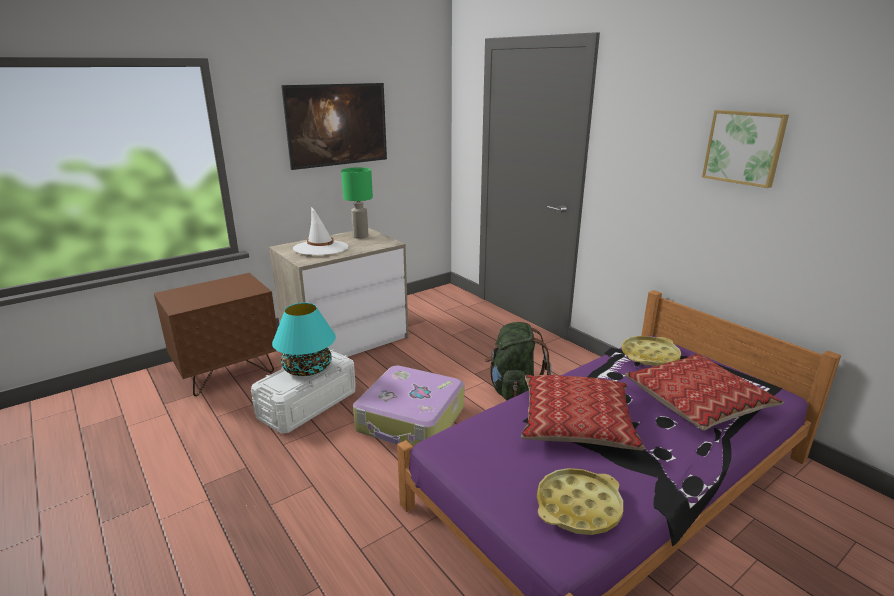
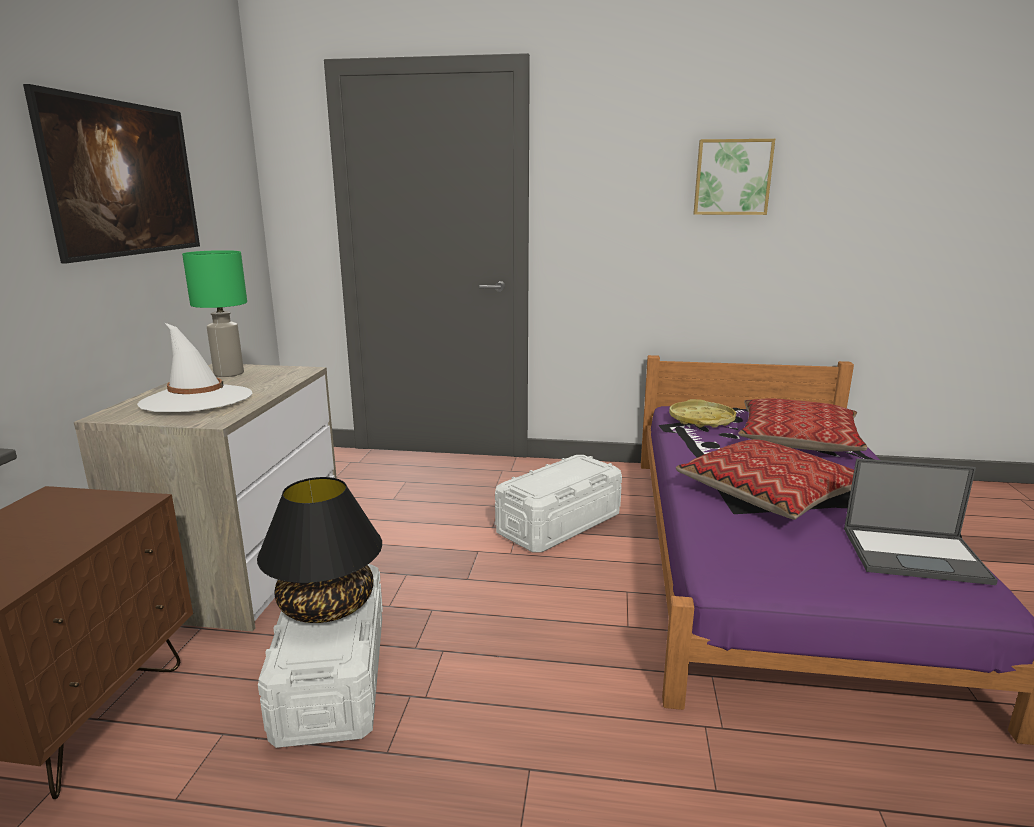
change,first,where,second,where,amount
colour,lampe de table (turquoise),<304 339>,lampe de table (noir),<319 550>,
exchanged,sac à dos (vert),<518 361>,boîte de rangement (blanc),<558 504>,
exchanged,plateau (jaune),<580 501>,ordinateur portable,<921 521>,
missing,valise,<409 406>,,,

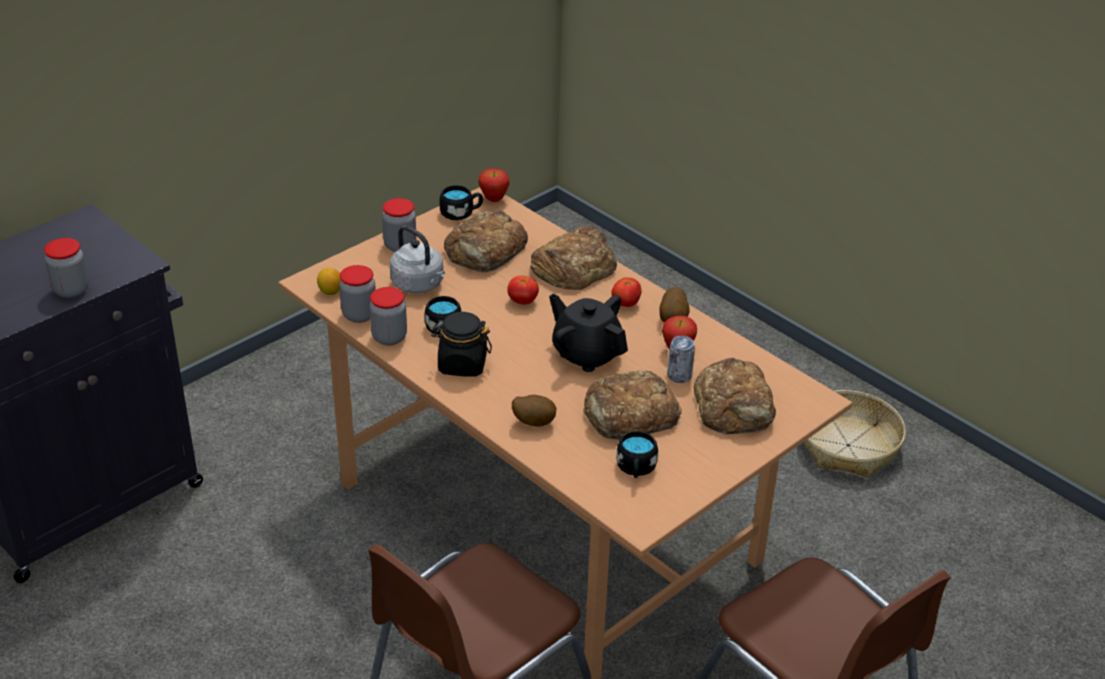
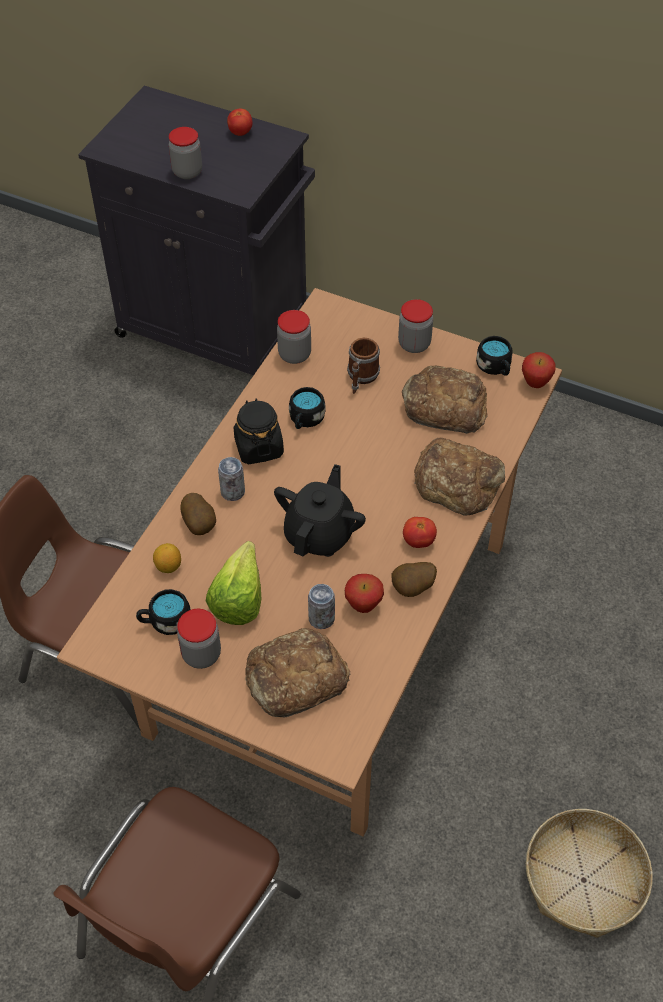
change,first,where,second,where,amount
relocated,citron,<329 281>,,<167 558>,
relocated,bocal,<388 316>,,<199 639>,
exchanged,pain,<632 405>,laitue,<233 583>,
appeared,,,boîte métallique,<231 479>,
relocated,tomate,<523 290>,,<239 122>,
exchanged,bouilloire (gris),<417 259>,mug,<363 366>,

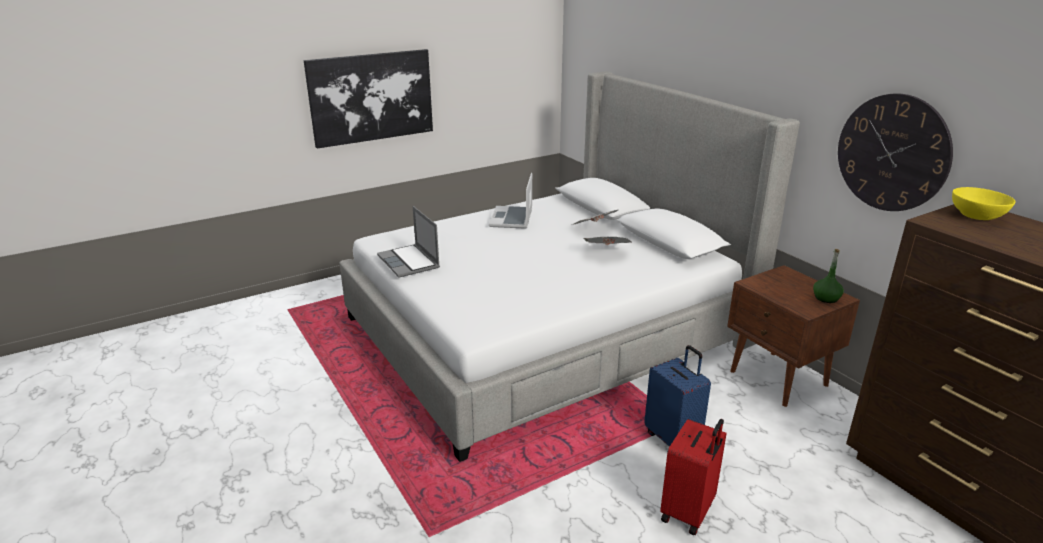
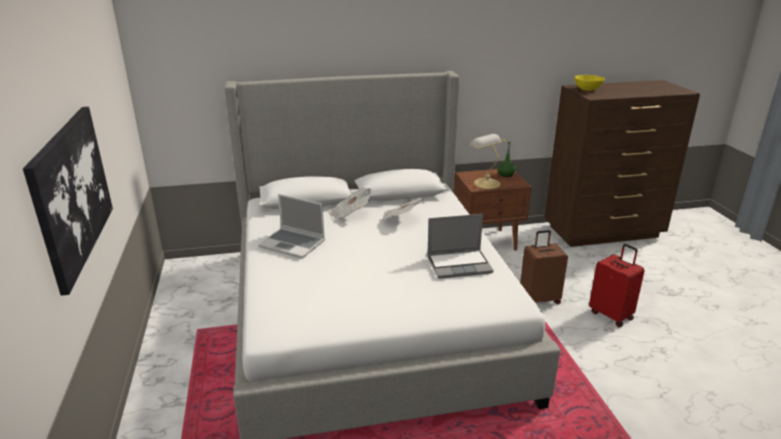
change,first,where,second,where,amount
relocated,ordinateur portable,<408 242>,,<460 246>,
appeared,,,lampe de table,<487 161>,
colour,valise (bleu),<677 396>,valise (marron),<544 267>,
missing,horloge murale,<895 152>,,,

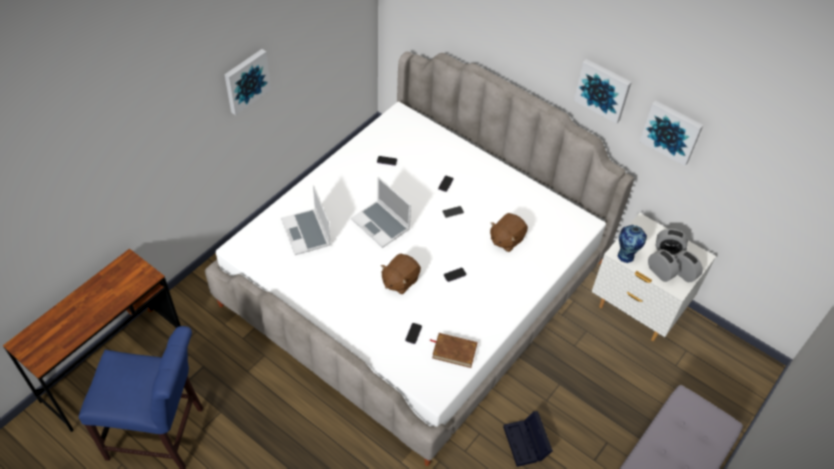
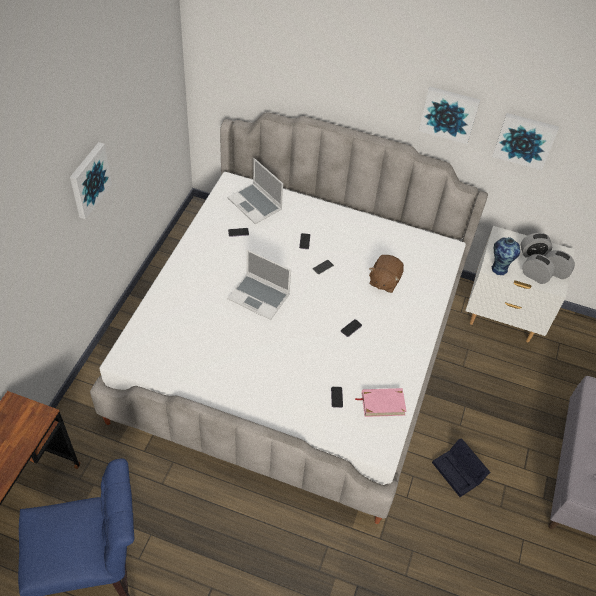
change,first,where,second,where,amount
relocated,ordinateur portable,<306 220>,,<255 191>,
colour,livre (marron),<454 350>,livre (rose),<381 402>,
missing,peluche (marron),<401 274>,,,

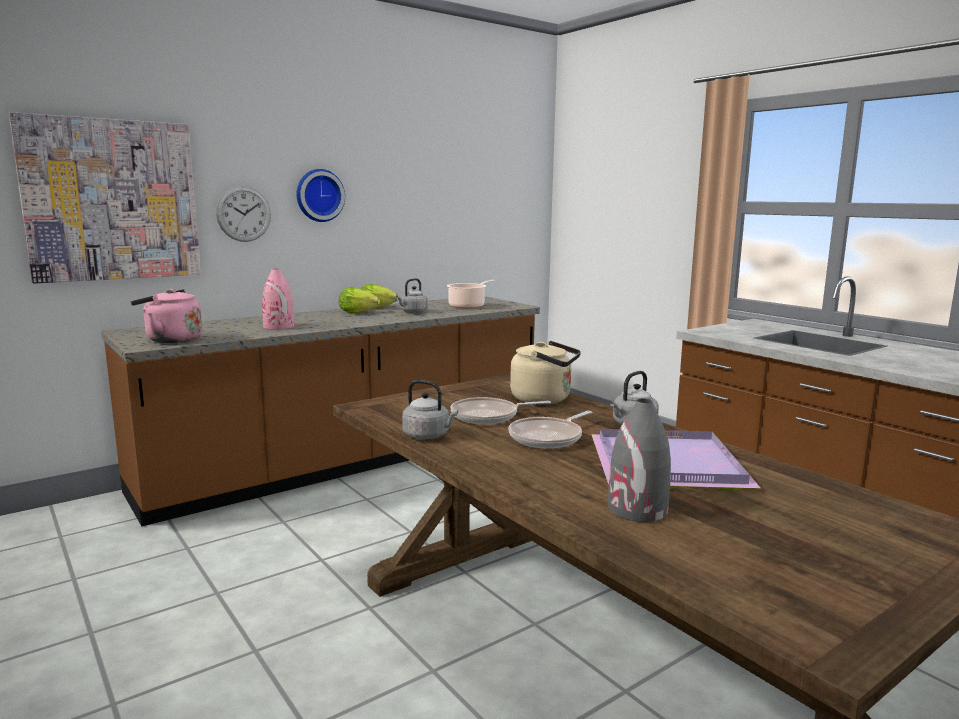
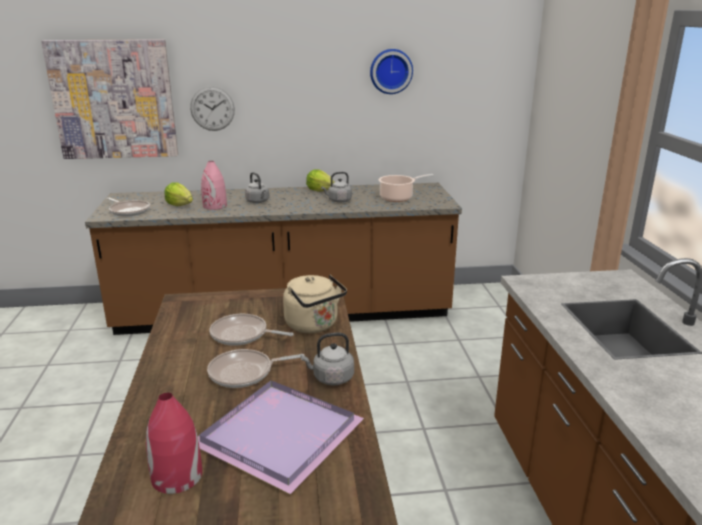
change,first,where,second,where,amount
exchanged,bouilloire (rose),<166 316>,poêle,<128 207>,
colour,vase (gris),<639 460>,vase (rouge),<174 443>,
relocated,laitue,<359 300>,,<178 194>,
relocated,bouilloire (gris),<430 409>,,<257 187>,
relocated,horloge murale,<321 195>,,<391 71>,

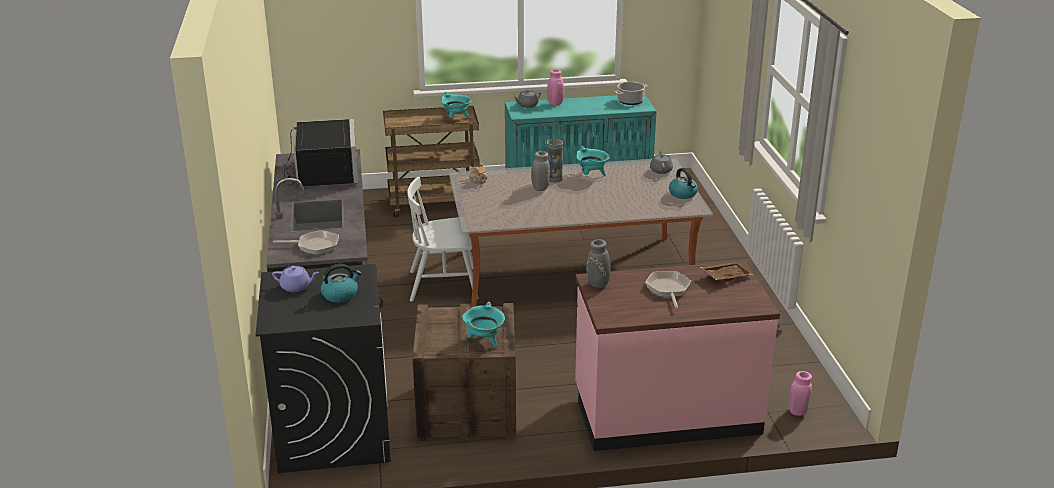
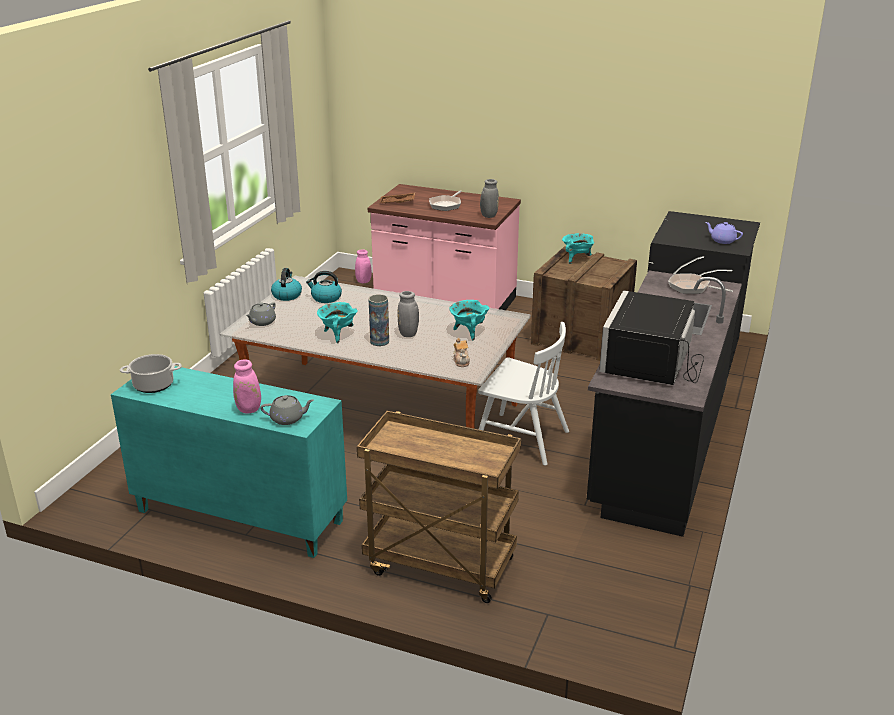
change,first,where,second,where,amount
relocated,bouilloire,<341 283>,,<324 287>,
relocated,marmite (turquoise),<456 105>,,<469 320>,

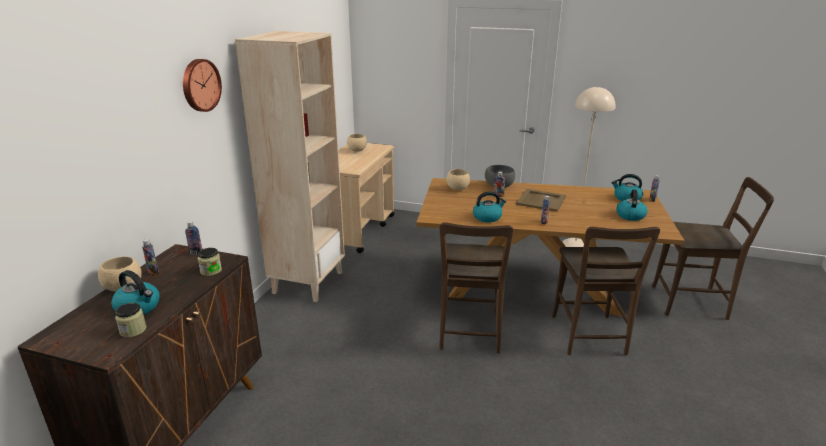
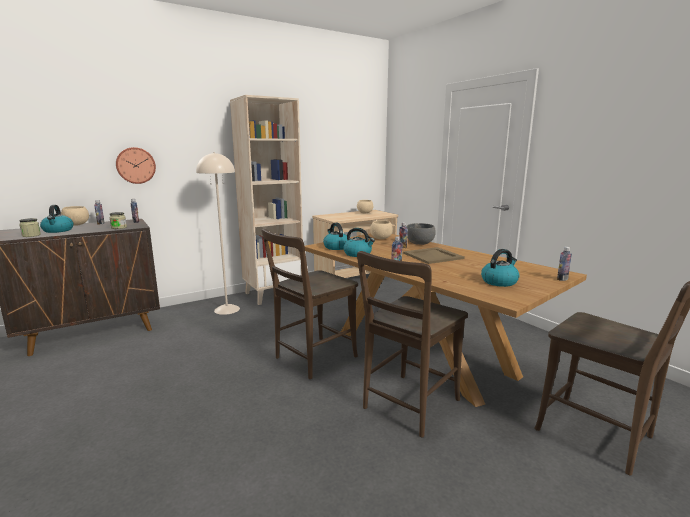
change,first,where,second,where,amount
relocated,horloge murale,<202 85>,,<136 165>,
relocated,lampadaire (beige),<589 166>,,<218 233>,
relocated,bouilloire,<627 187>,,<335 236>,

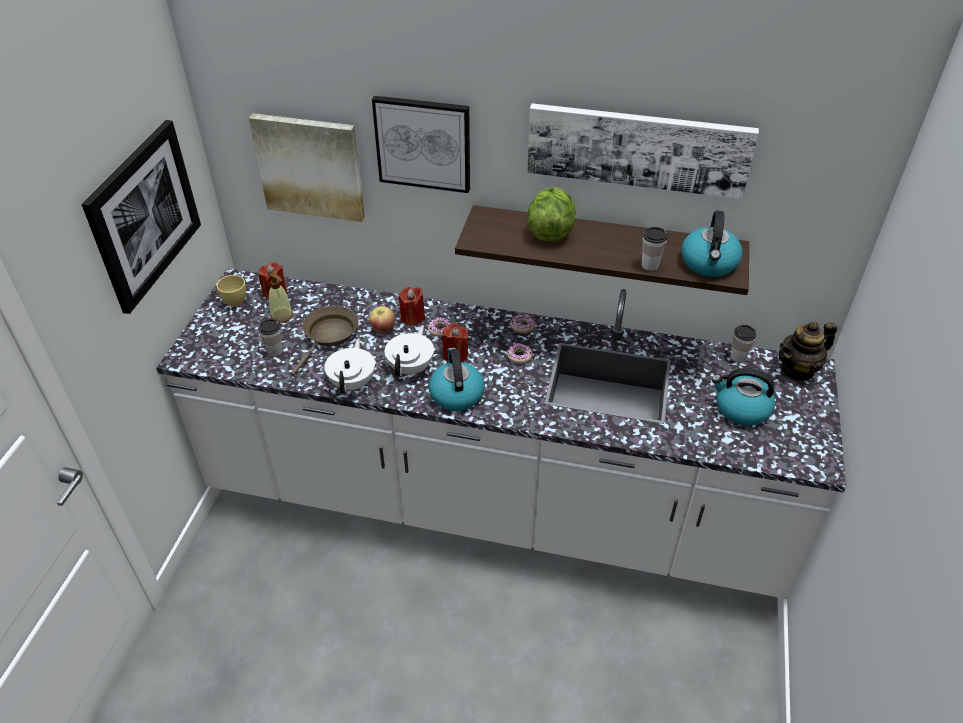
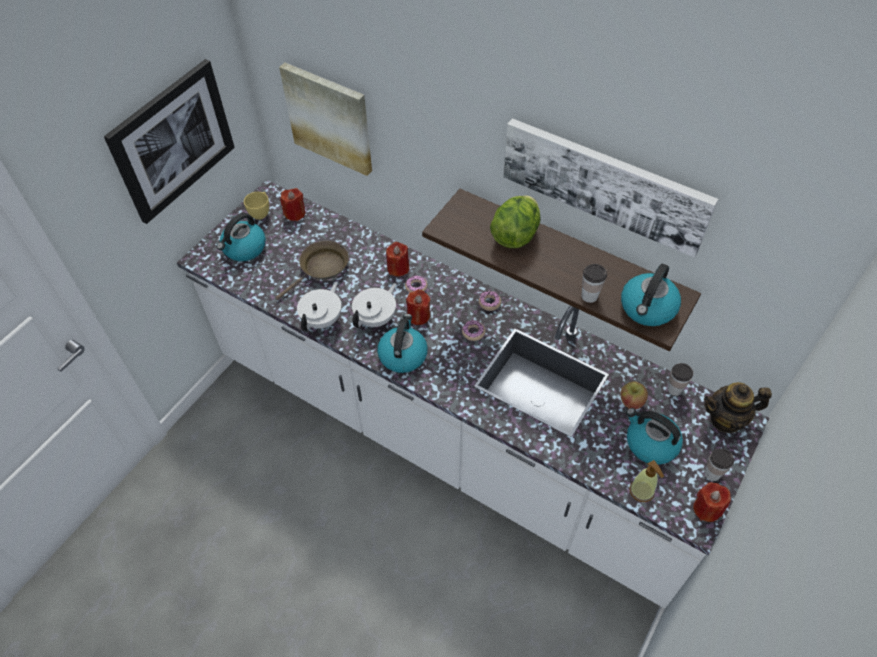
change,first,where,second,where,amount
appeared,,,bouilloire,<241 237>,
relocated,pomme,<382 320>,,<634 395>,
relocated,distributeur de savon,<280 297>,,<646 481>,
appeared,,,bougie (rouge),<712 502>,
relocated,tasse,<270 338>,,<719 464>,
missing,tableau,<421 144>,,,

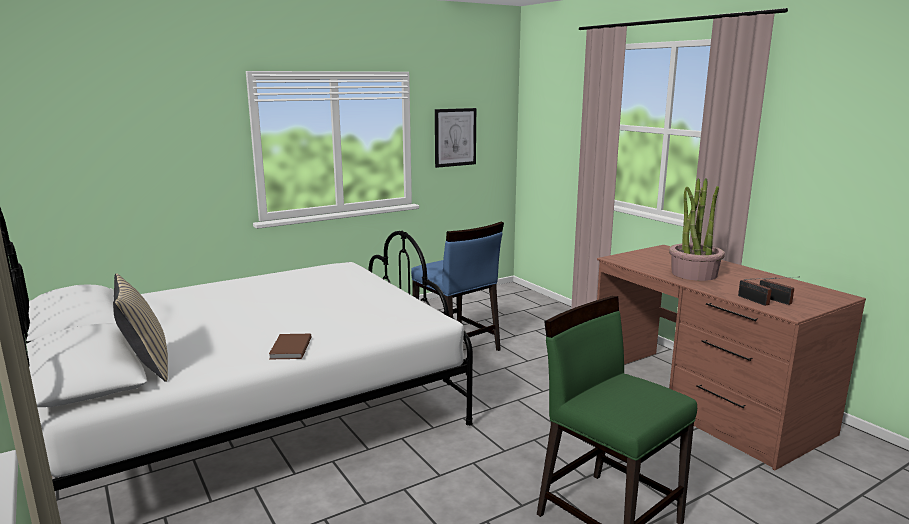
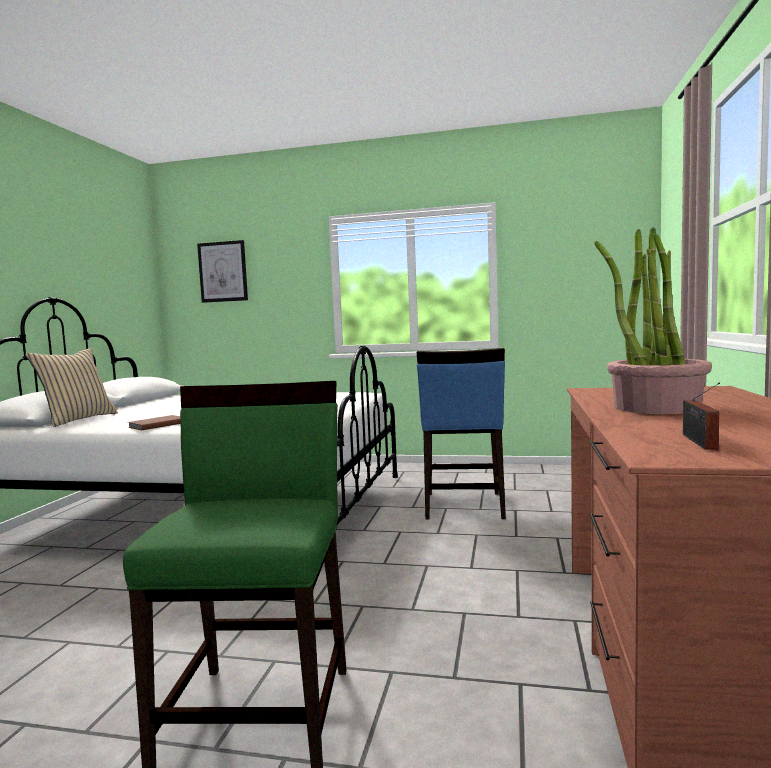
change,first,where,second,where,amount
relocated,tableau,<455 138>,,<222 271>,
missing,radio,<755 292>,,,

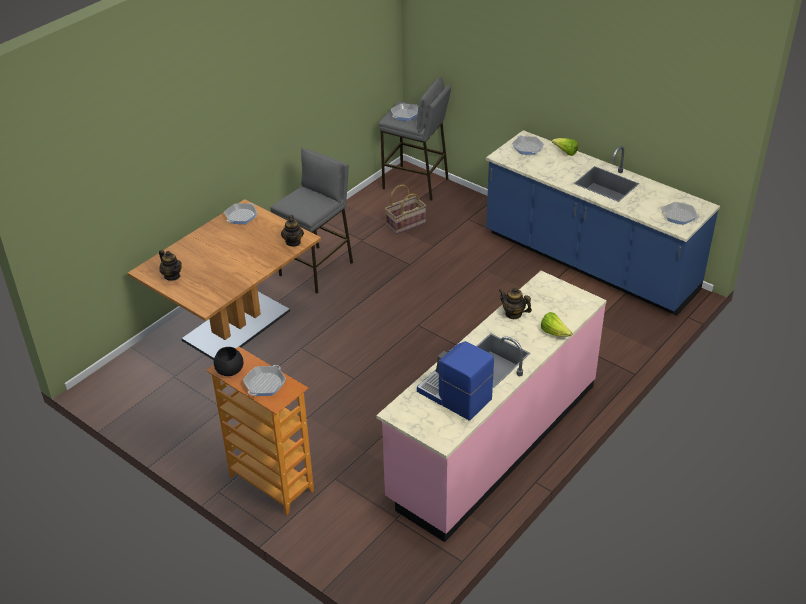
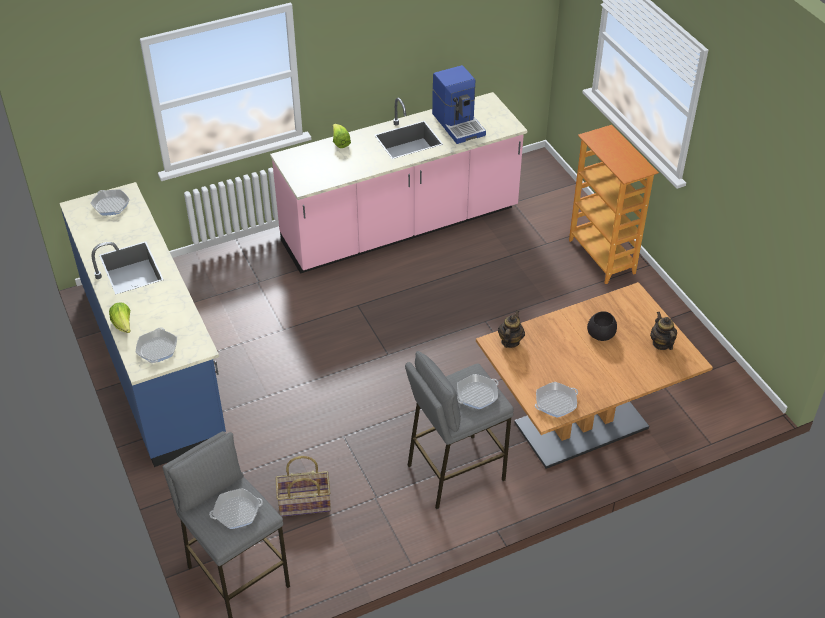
change,first,where,second,where,amount
relocated,poêle,<264 380>,,<478 391>,
relocated,bol (noir),<228 361>,,<602 326>,
missing,théière,<515 303>,,,

